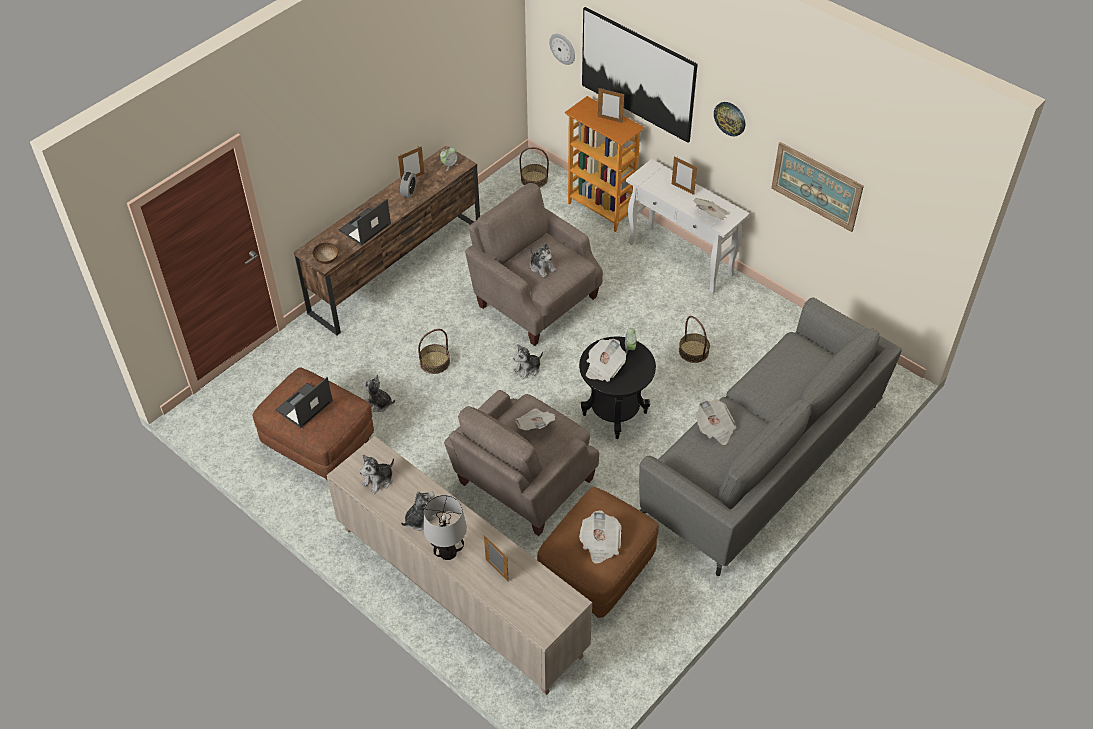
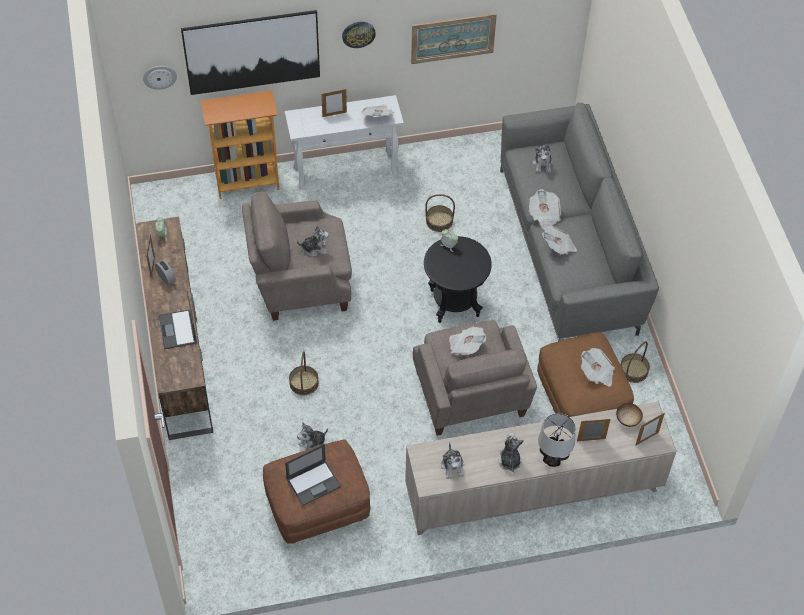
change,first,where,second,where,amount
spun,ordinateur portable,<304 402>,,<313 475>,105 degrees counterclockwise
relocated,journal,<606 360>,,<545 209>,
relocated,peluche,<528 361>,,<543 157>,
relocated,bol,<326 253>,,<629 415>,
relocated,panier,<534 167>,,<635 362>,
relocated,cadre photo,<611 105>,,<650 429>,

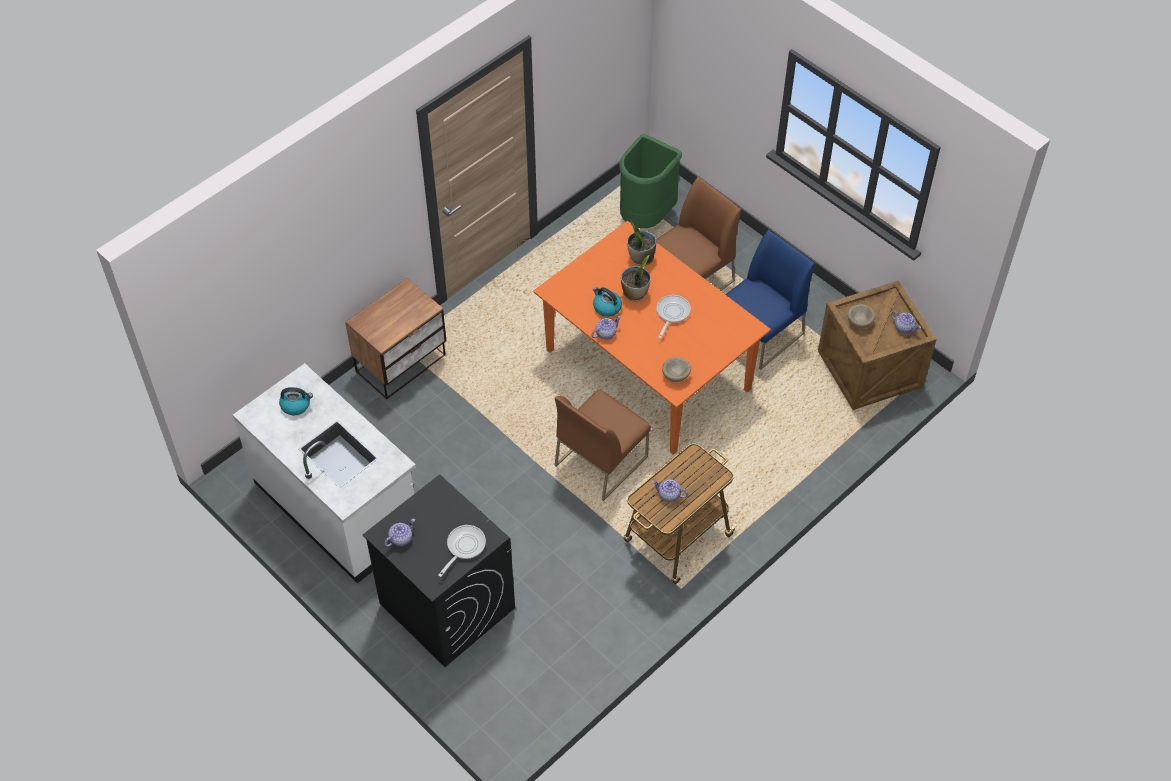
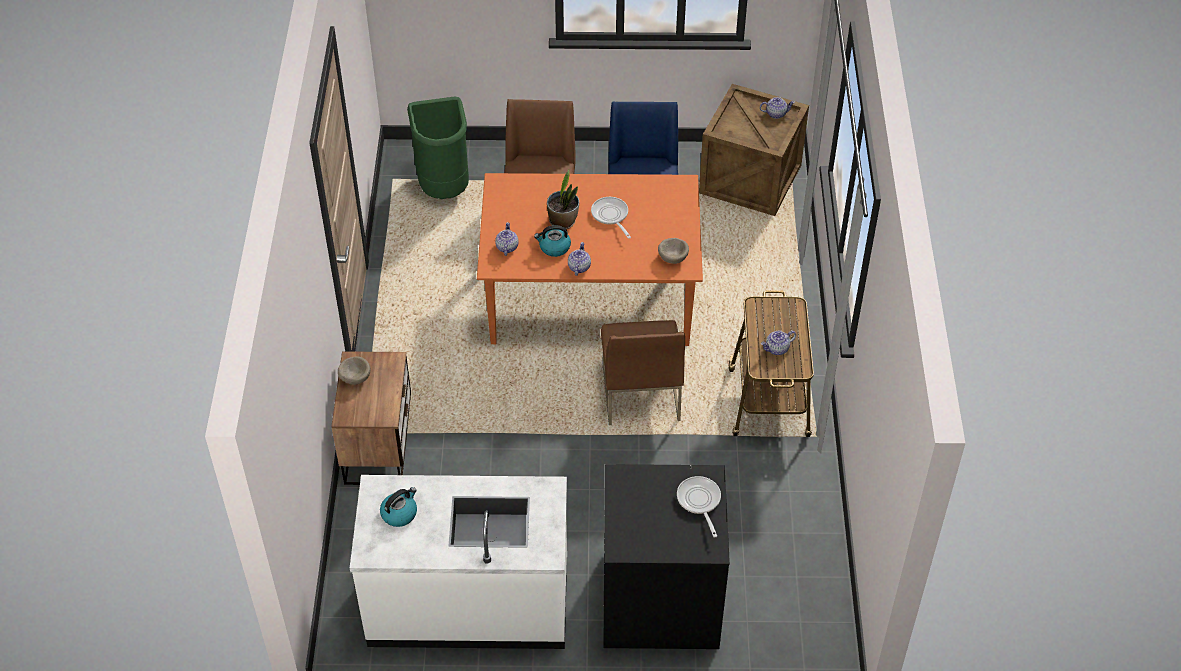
change,first,where,second,where,amount
relocated,bol (beige),<861 316>,,<354 370>,
relocated,théière,<399 533>,,<507 239>,
missing,plante en pot,<641 242>,,,

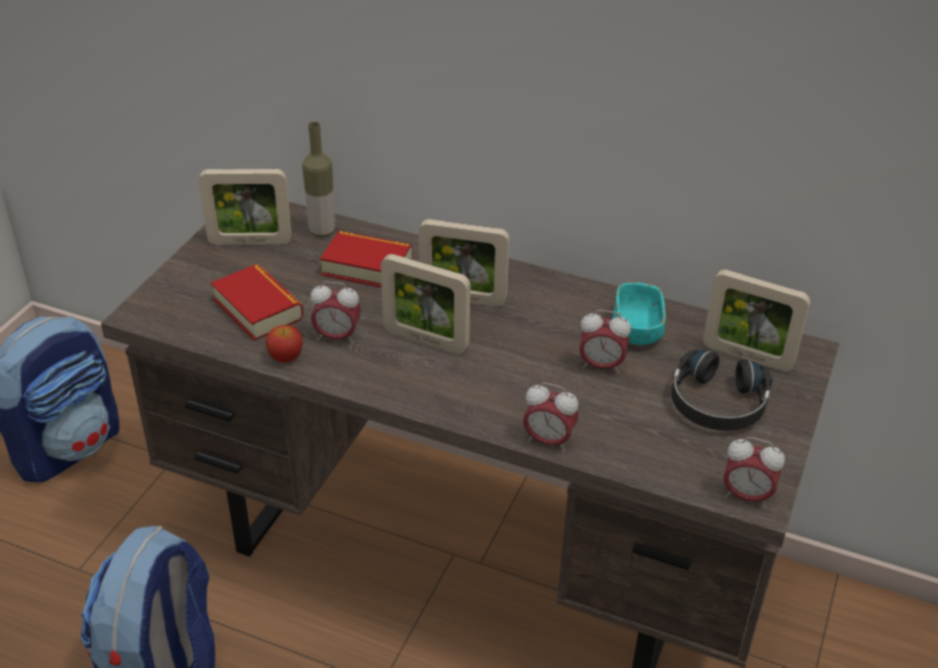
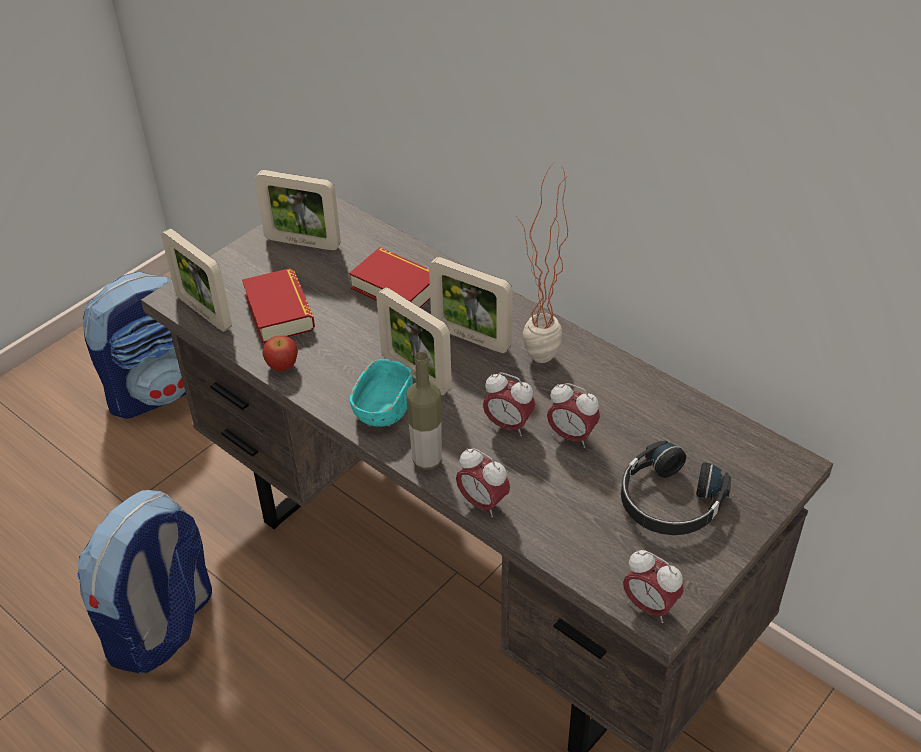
change,first,where,second,where,amount
relocated,cadre photo,<757 321>,,<196 280>,
relocated,bol (turquoise),<639 314>,,<381 393>,
relocated,bouteille,<318 180>,,<424 411>,
relocated,réveil,<335 312>,,<509 404>,
appeared,,,plante en pot,<542 264>,

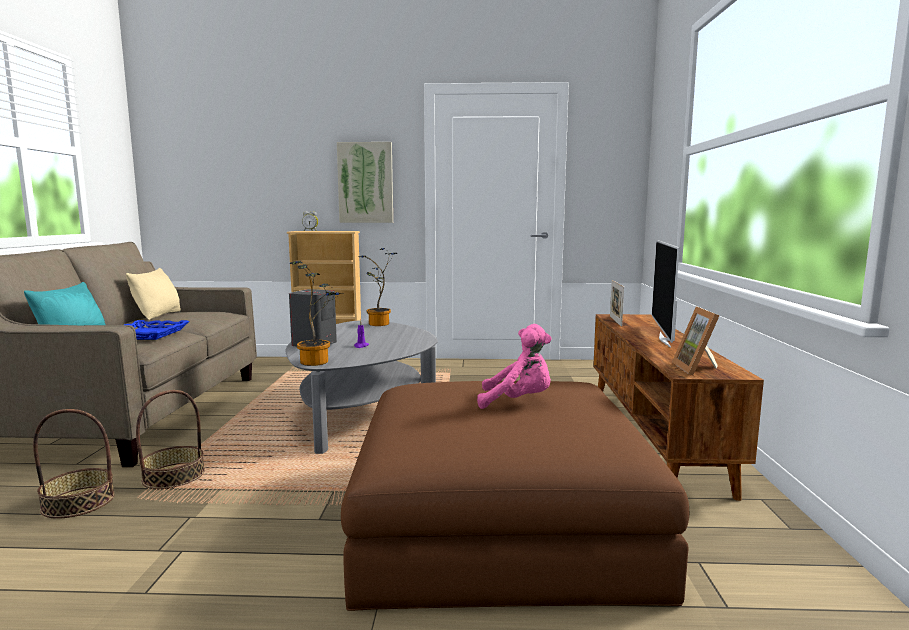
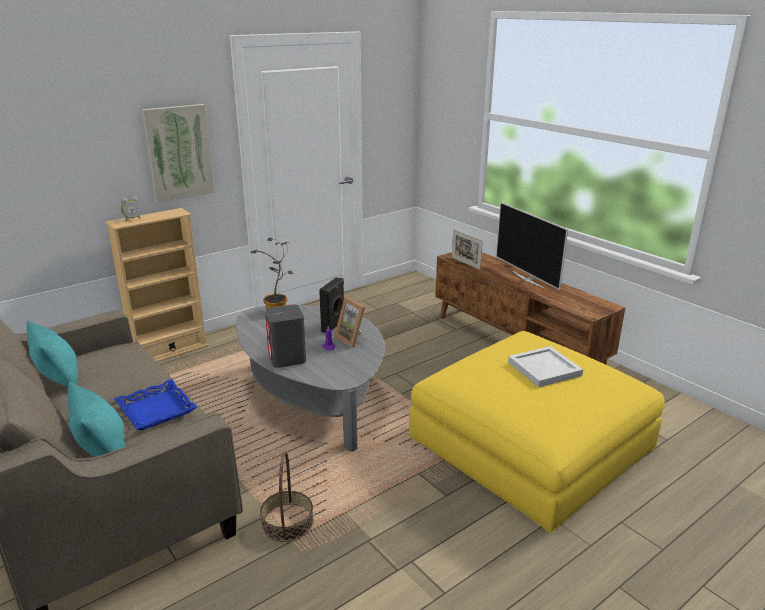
change,first,where,second,where,amount
colour,coussin (beige),<153 294>,coussin (turquoise),<52 354>,
appeared,,,enceinte (noir),<331 305>,
relocated,cadre photo,<696 341>,,<350 322>,
colour,pouf (marron),<515 496>,pouf (jaune),<537 432>,
exchanged,peluche (rose),<514 366>,plateau (blanc),<545 366>,
missing,panier,<74 463>,,,
missing,plante en pot,<317 313>,,,

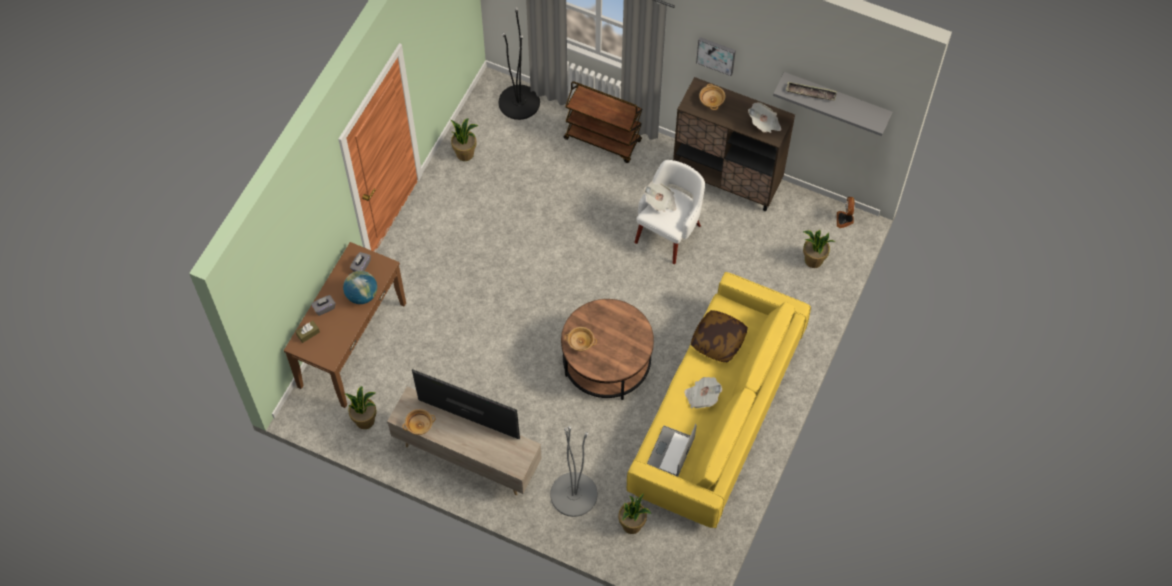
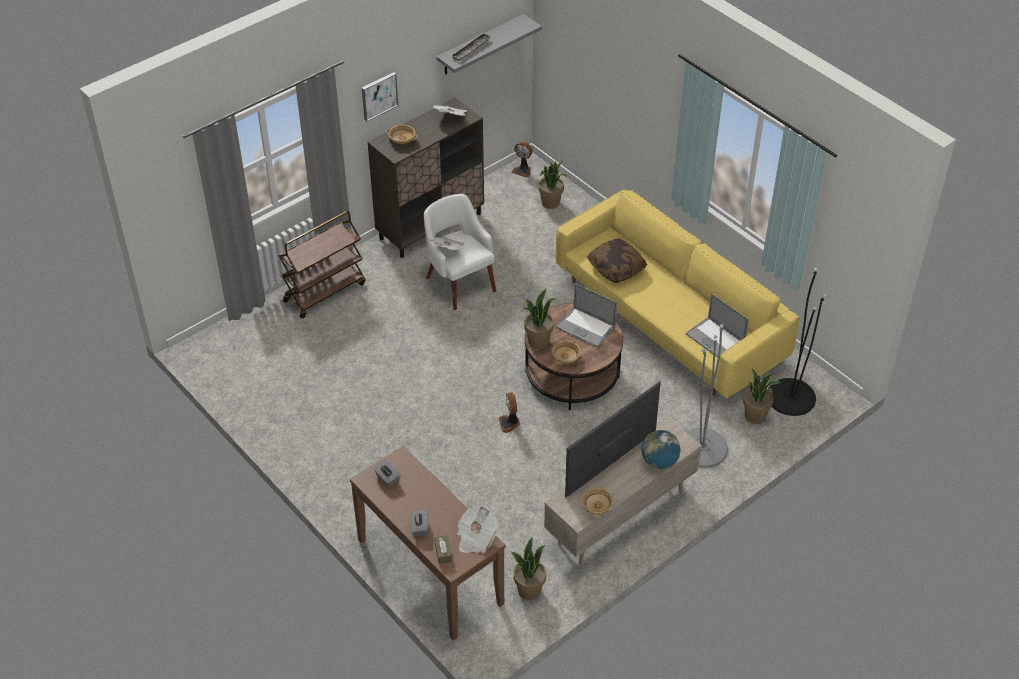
change,first,where,second,where,amount
relocated,journal,<703 392>,,<478 529>,
appeared,,,ventilateur,<509 412>,
relocated,plante en pot,<464 140>,,<540 319>,
appeared,,,ordinateur portable,<586 315>,
relocated,globe,<360 287>,,<660 449>,
relocated,lampadaire (noir),<519 63>,,<797 342>,

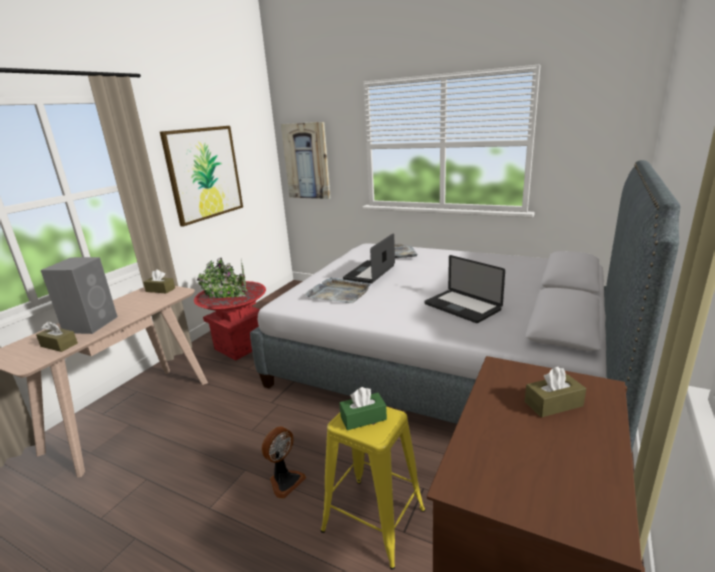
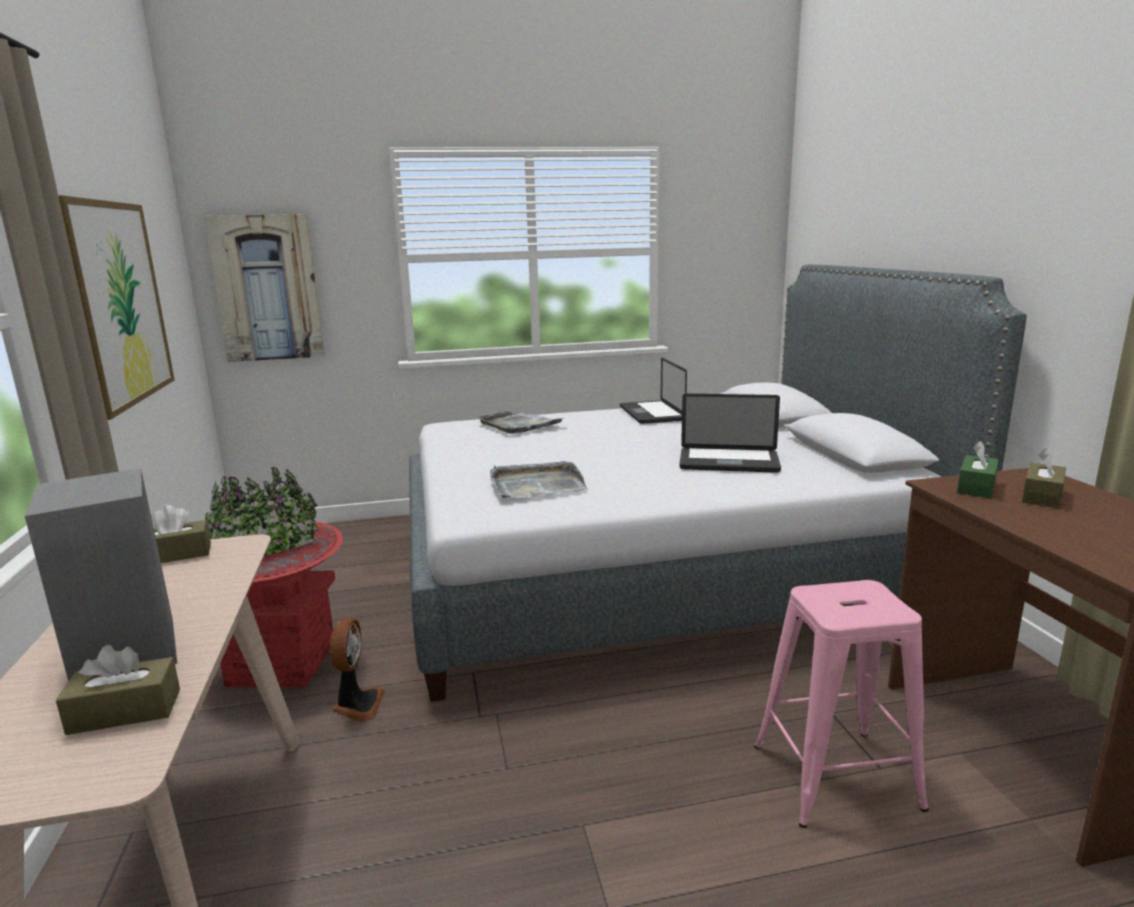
change,first,where,second,where,amount
relocated,ventilateur,<284 462>,,<357 670>,
relocated,ordinateur portable,<369 258>,,<653 391>,
colour,tabouret (jaune),<373 488>,tabouret (rose),<841 704>,
relocated,boîte à mouchoirs (vert),<363 408>,,<978 469>,

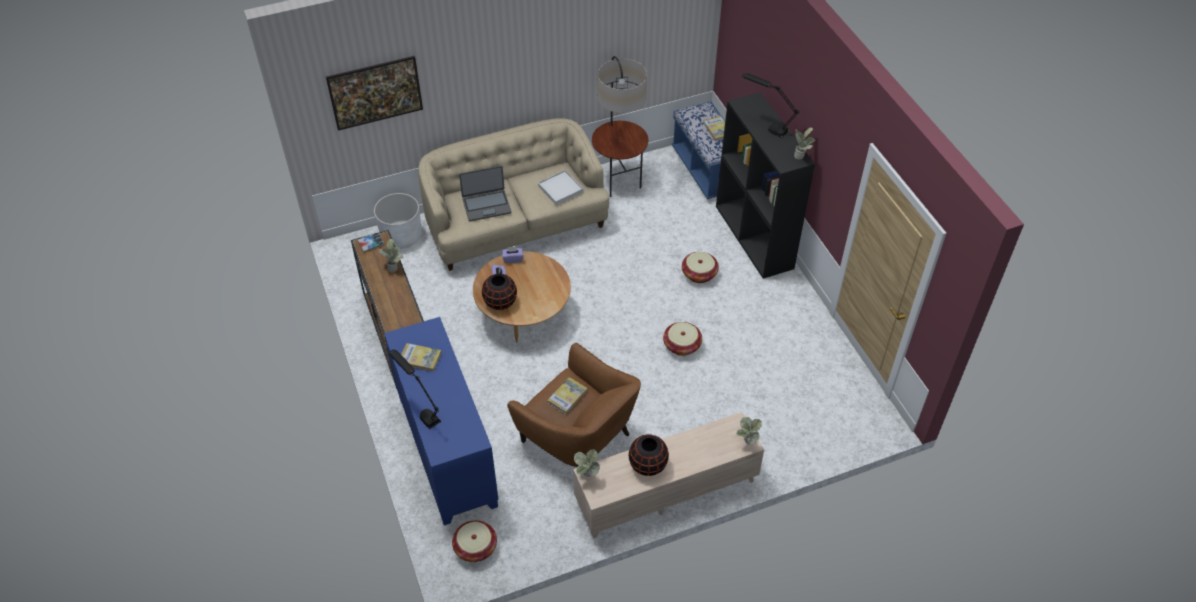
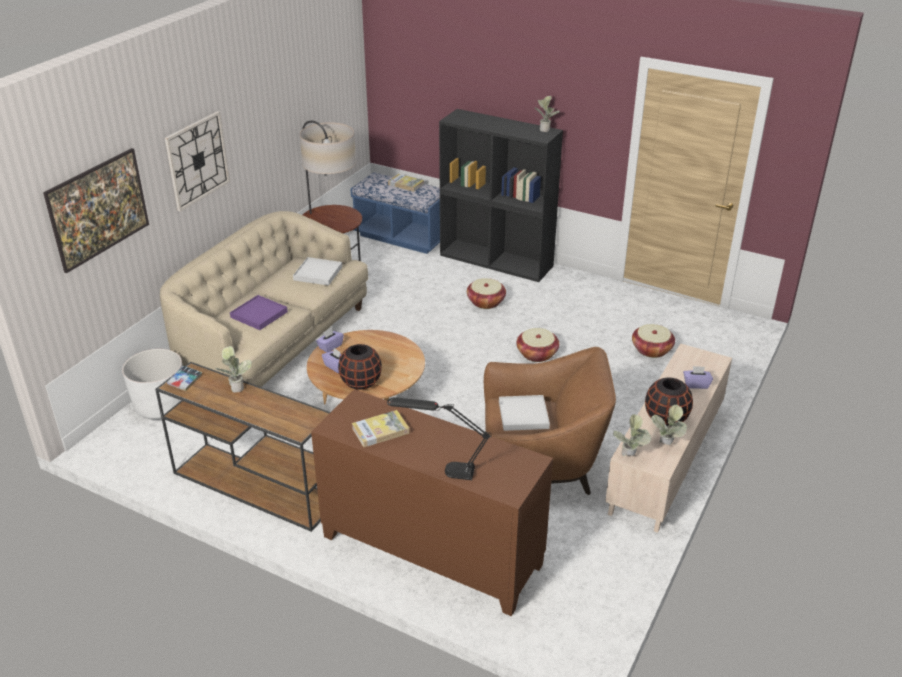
change,first,where,second,where,amount
appeared,,,horloge murale,<197 161>,
exchanged,ordinateur portable,<485 193>,plateau (violet),<259 312>,
colour,meuble de rangement (bleu),<441 421>,meuble de rangement (marron),<432 502>,
exchanged,livre,<567 395>,plateau (blanc),<524 413>,
relocated,panier,<474 541>,,<653 341>,
relocated,plante en pot,<749 430>,,<669 425>,
appeared,,,boîte à mouchoirs (violet),<698 377>,
missing,lampe de table (noir),<771 105>,,,

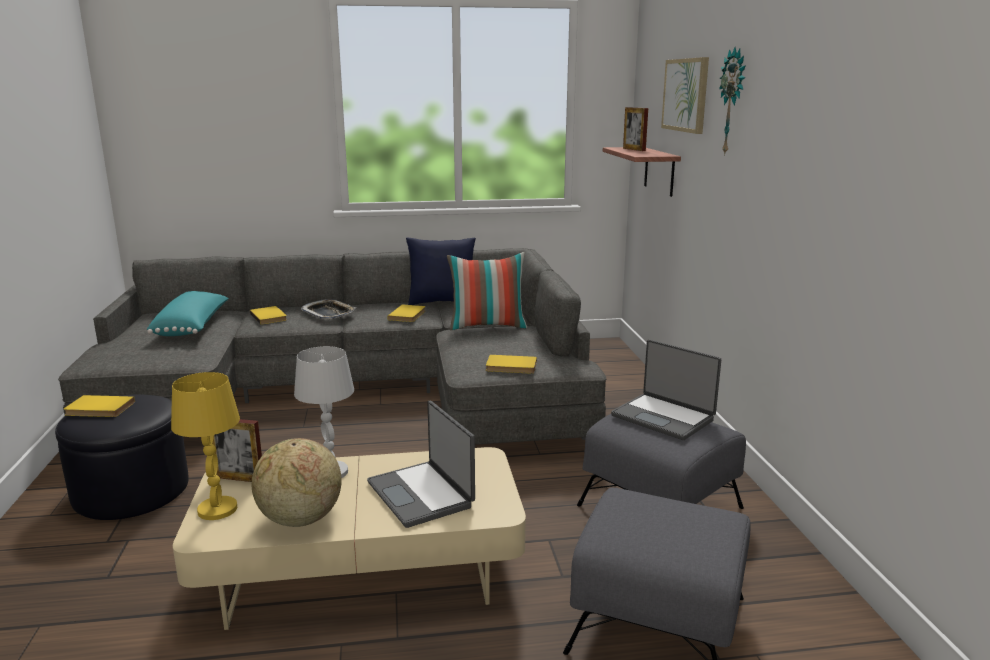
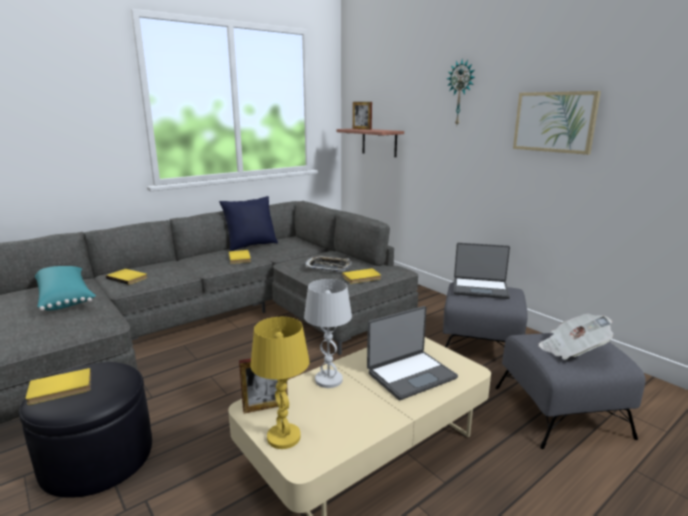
change,first,where,second,where,amount
relocated,plateau,<328 309>,,<328 264>,
spun,ordinateur portable,<421 464>,,<412 353>,60 degrees counterclockwise
relocated,tableau,<685 95>,,<557 123>,
appeared,,,journal,<576 337>,
missing,globe,<297 482>,,,
missing,coussin,<487 291>,,,

